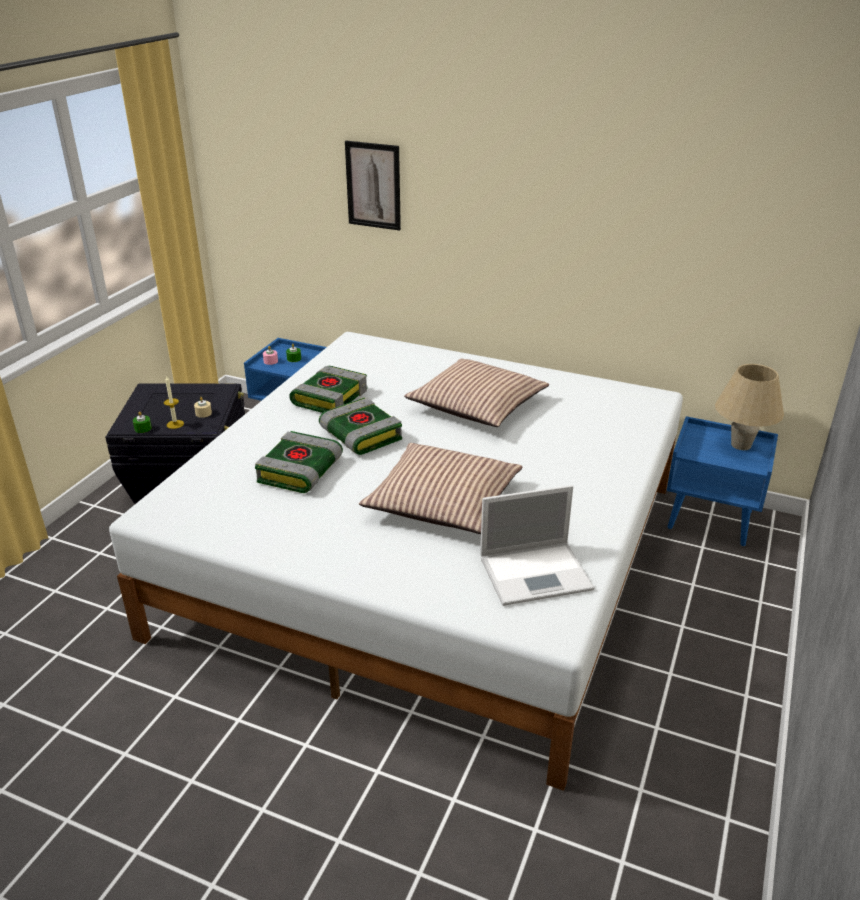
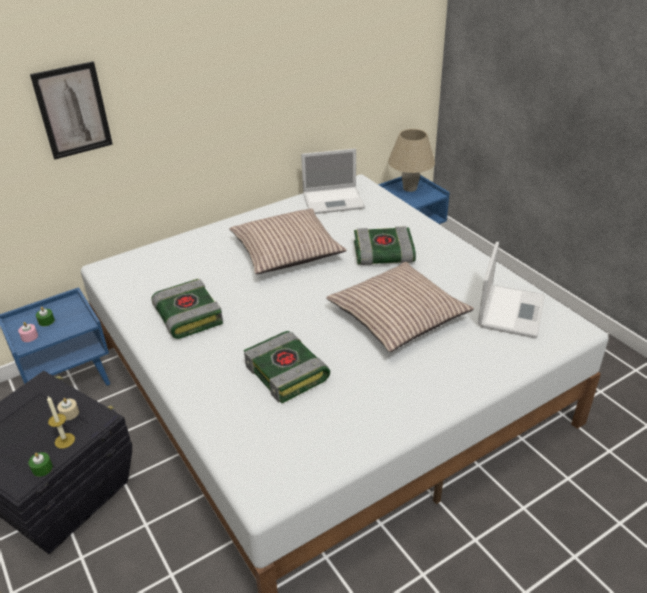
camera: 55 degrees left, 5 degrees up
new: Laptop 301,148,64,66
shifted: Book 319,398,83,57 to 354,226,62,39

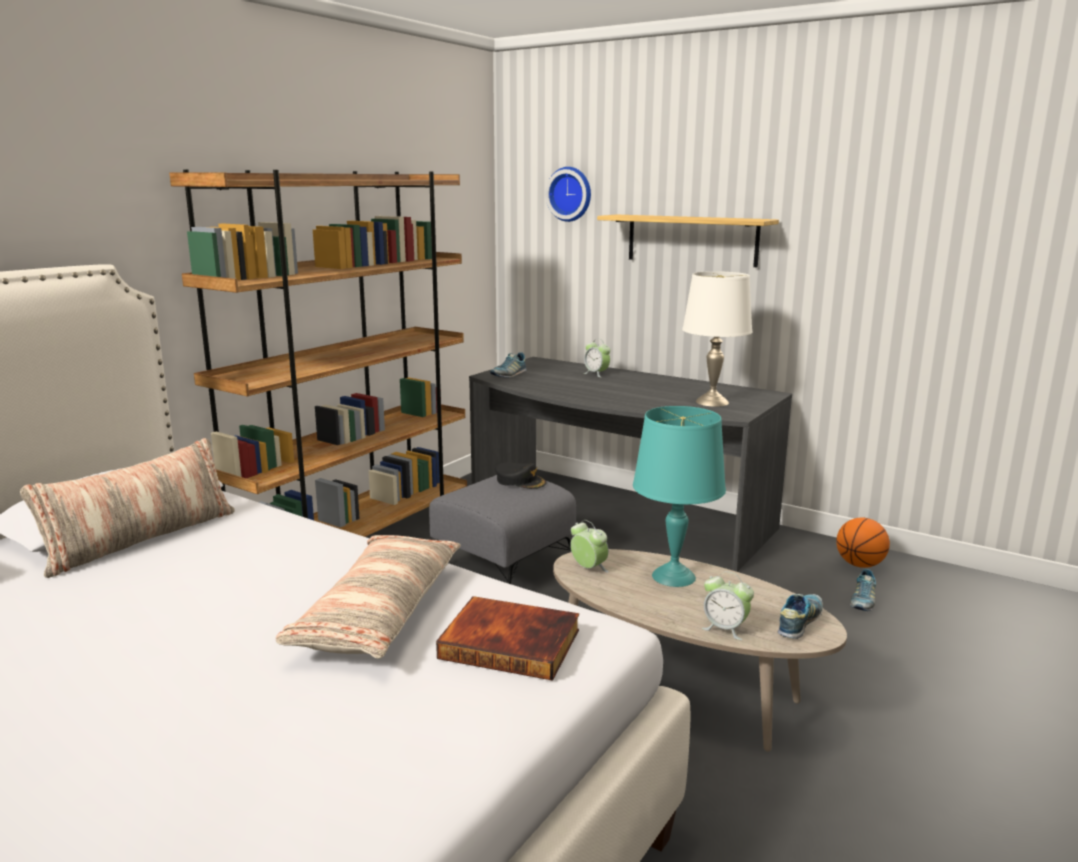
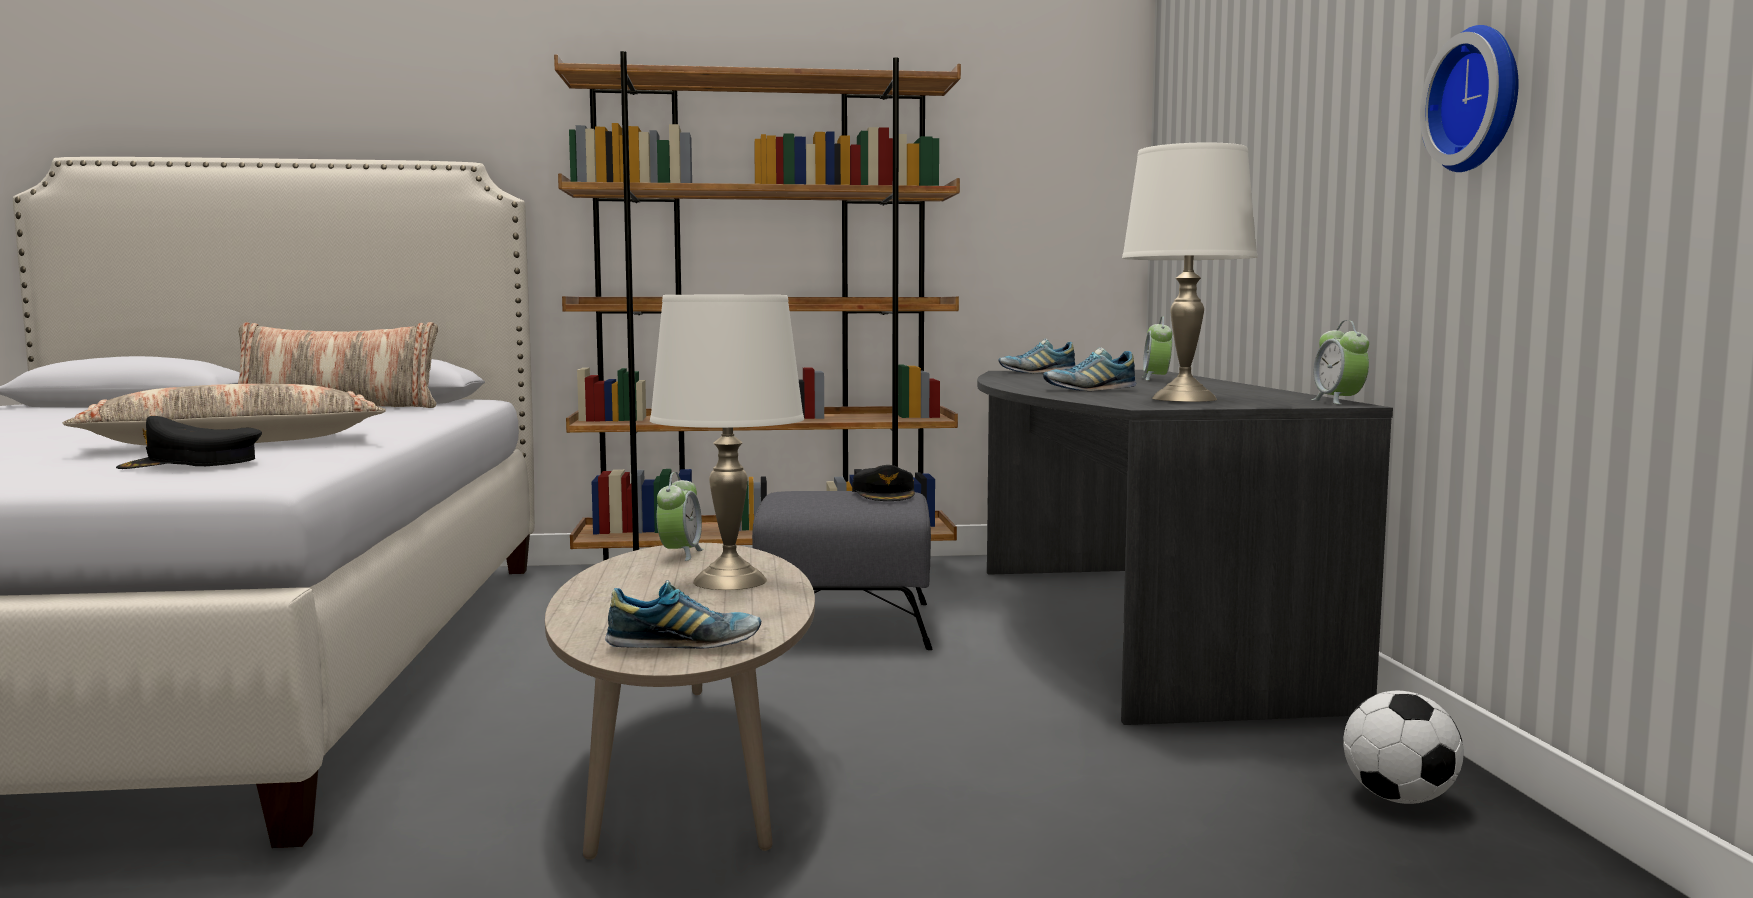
camera: 50 degrees right, 10 degrees down
gone: BracketShelf 597,215,182,52
shifted: HangingClock 545,167,46,55 to 1420,25,99,147; BedsideClock 702,571,52,69 to 1311,320,58,85; ItemOfFootwear 850,569,26,42 to 1043,347,93,44
swapped: Book 436,596,143,85 to BlackColouredPeakedCap 116,416,146,53; Basketball 836,518,54,50 to Football 1343,690,121,114
repainted: TurquoiseTabletopLamp 633,406,93,181 to WhiteTabletopLamp 650,295,154,295

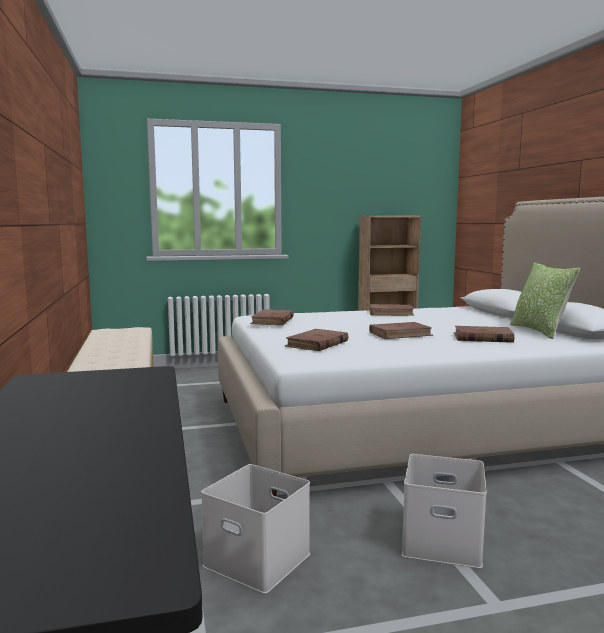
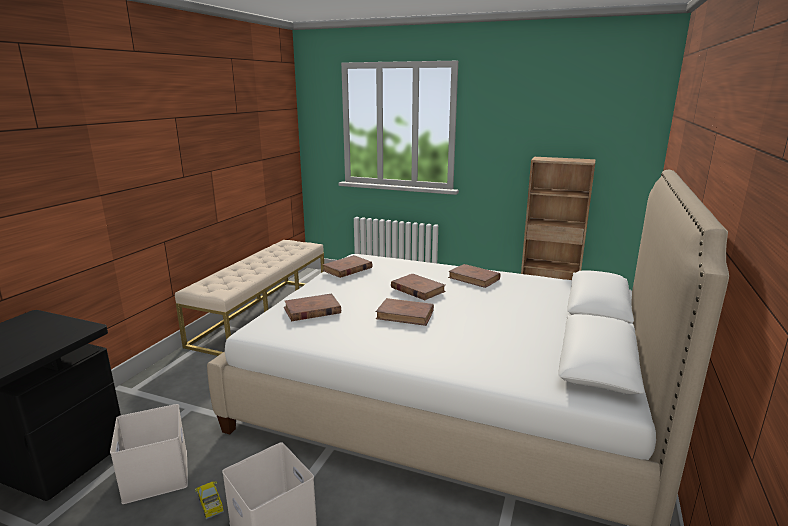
camera: 35 degrees right, 10 degrees up
gone: ThrowPillow 510,263,70,76
new: ToyLorry 195,481,29,38
shifted: BrownColouredBook 453,326,61,17 to 391,274,55,26

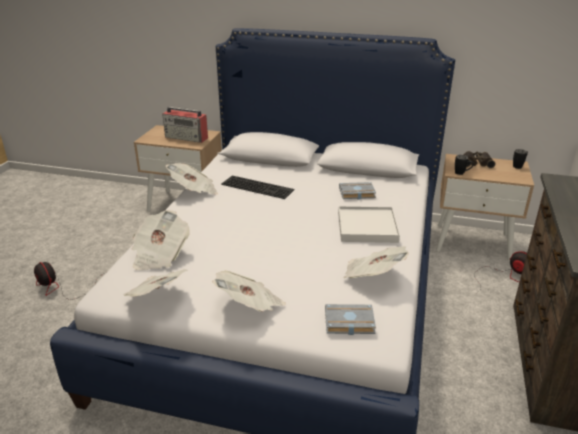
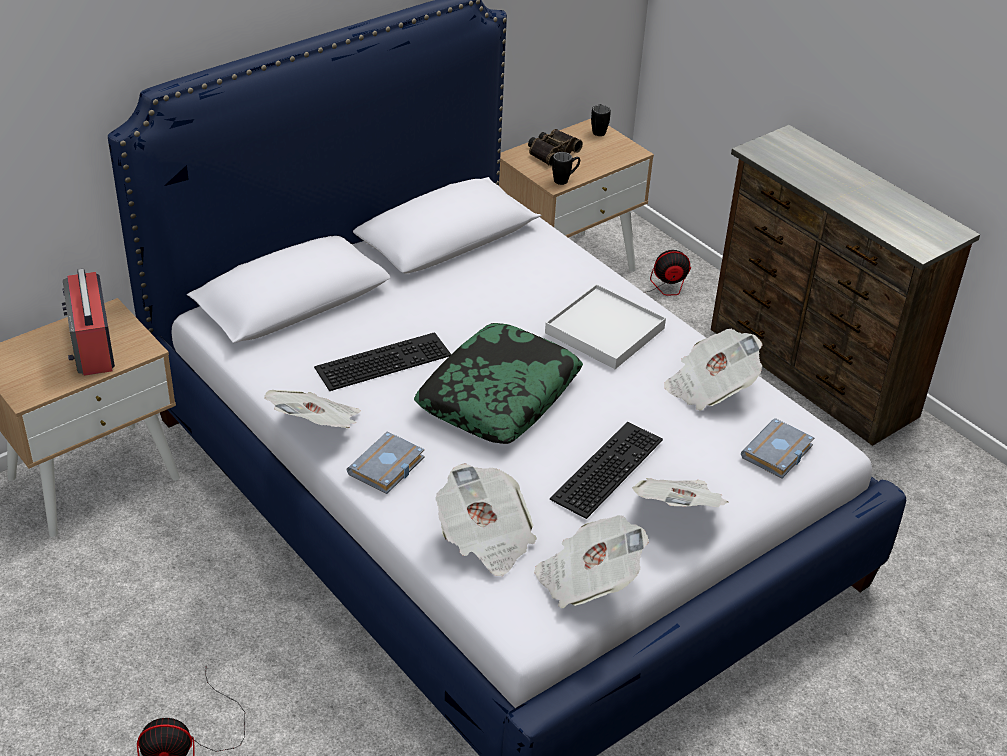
camera: 55 degrees left, 10 degrees up
new: ThrowPillow 414,323,169,121; PcKeyboard 550,422,113,97
shifted: GreyBook 339,182,37,17 to 347,431,78,63
rotated: Radio 162,107,46,36 = 62,269,53,107 105 degrees clockwise

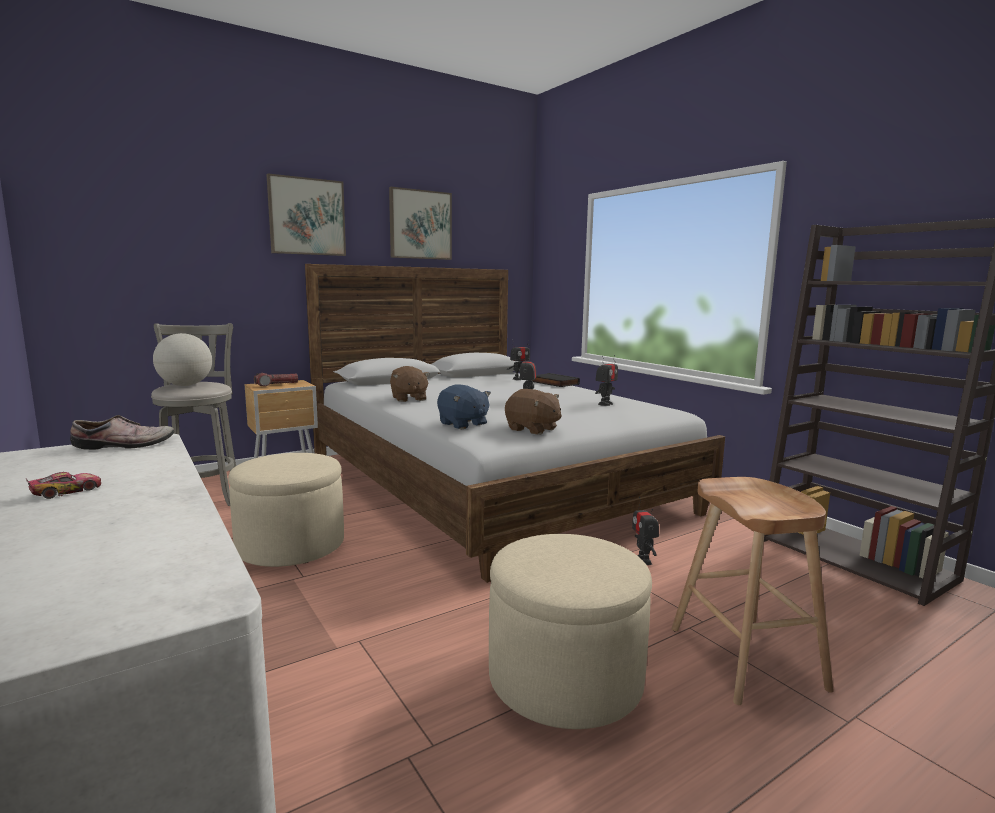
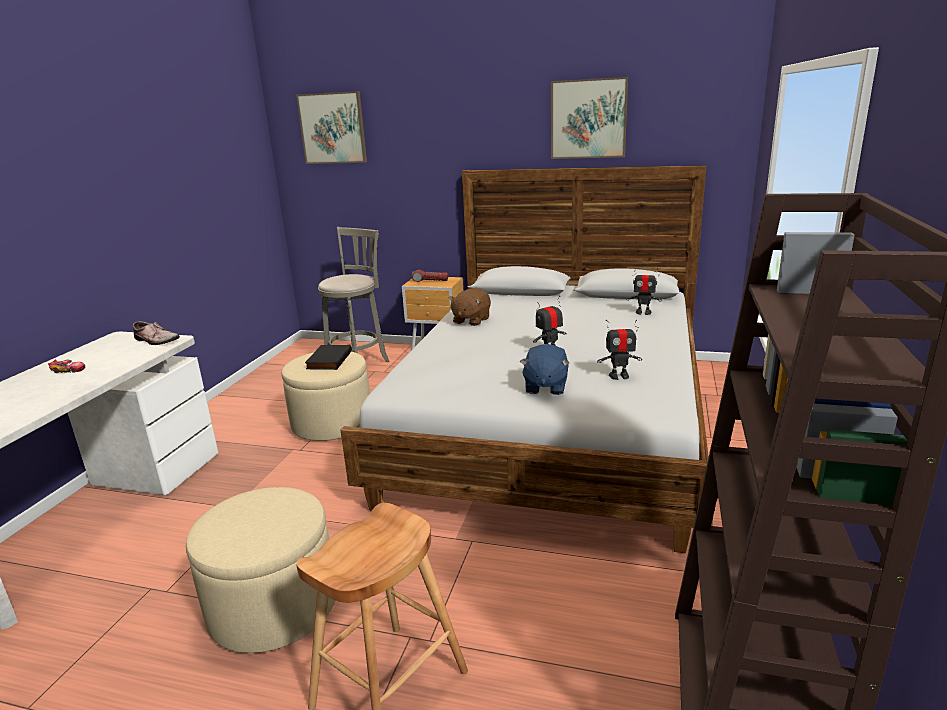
camera: 50 degrees right, 10 degrees up
gone: WorldGlobe 153,333,59,53; BrownColouredPlushToy 505,389,57,46; RobotFigure 632,497,27,68
shifted: WallArt 266,174,80,82 to 296,91,71,73; BlueColouredPlushToy 437,384,54,45 to 520,344,49,51; BlackColouredBook 532,373,48,14 to 305,345,47,25

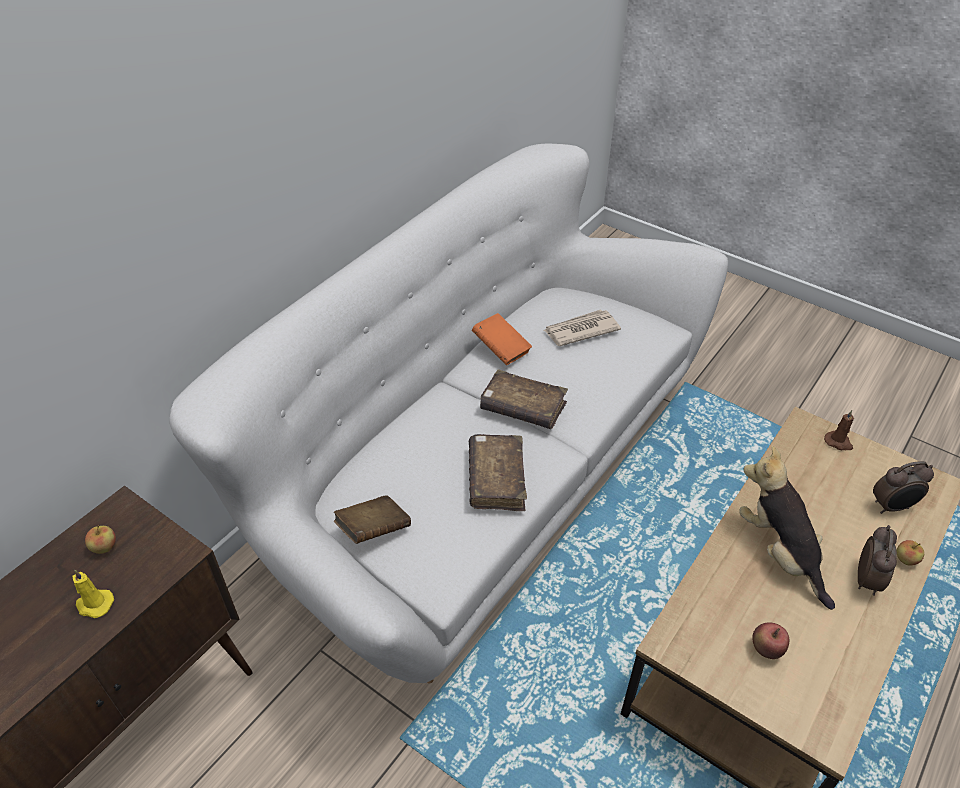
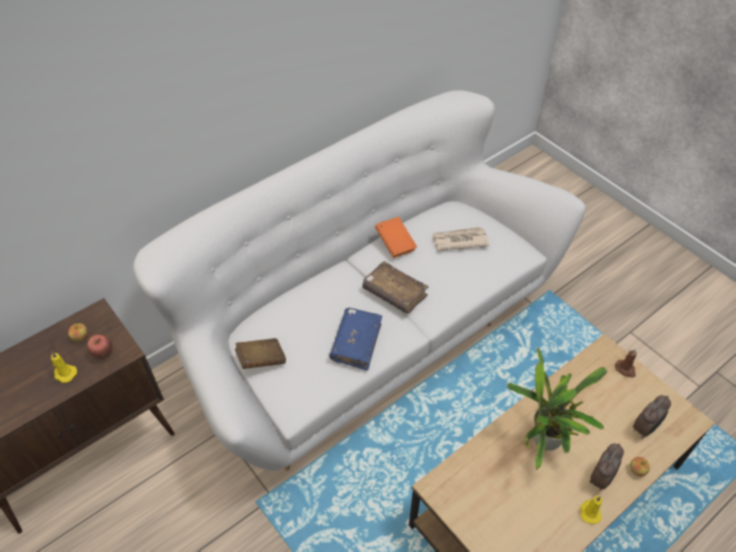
camera: 15 degrees right, 5 degrees up
new: YellowishWaxCandle 580,495,22,29
shifted: WholeApple 752,622,37,37 to 87,334,25,25
swapped: PlushToy 739,446,96,164 to PottedPlant 507,348,100,122
repainted: BrownColouredBook 469,434,58,77 to BlueColouredBook 329,308,53,63
rotated: BedsideClock 873,461,61,53 = 633,395,38,44 45 degrees counterclockwise

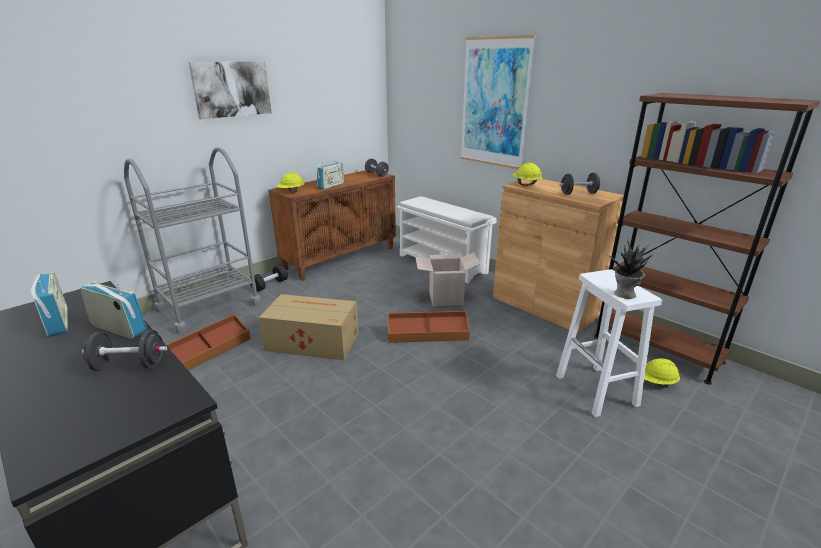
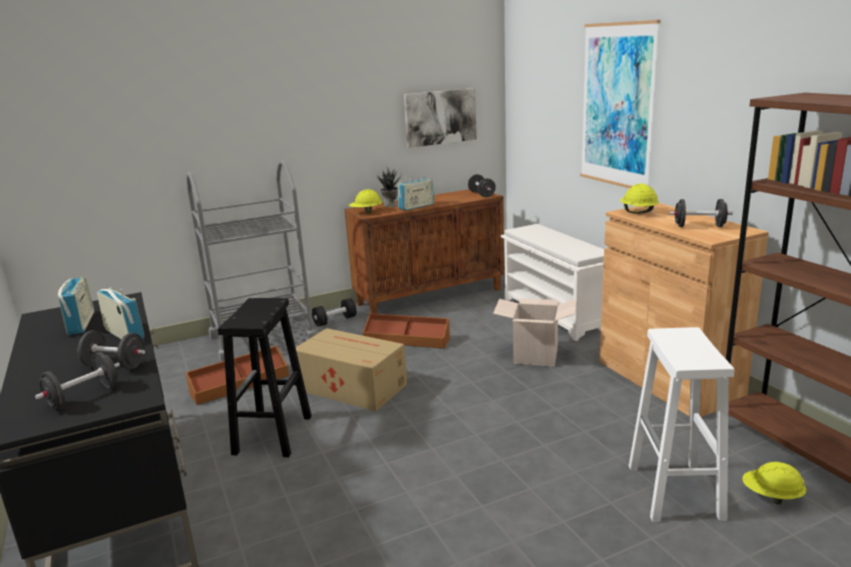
camera: 20 degrees right, 5 degrees down
new: BlackColouredHandWeight 35,352,85,58; BlackColouredStool 218,298,94,159
shifted: WallArt 189,61,82,58 to 404,88,73,60; BrownColouredStorageBin 388,311,82,32 to 363,313,87,36; PottedPlant 607,241,46,58 to 377,166,25,41

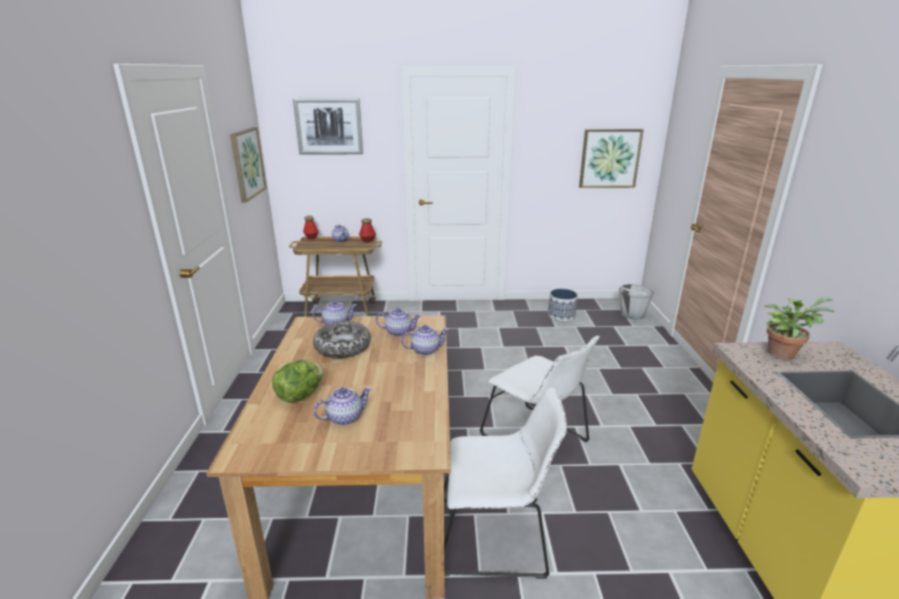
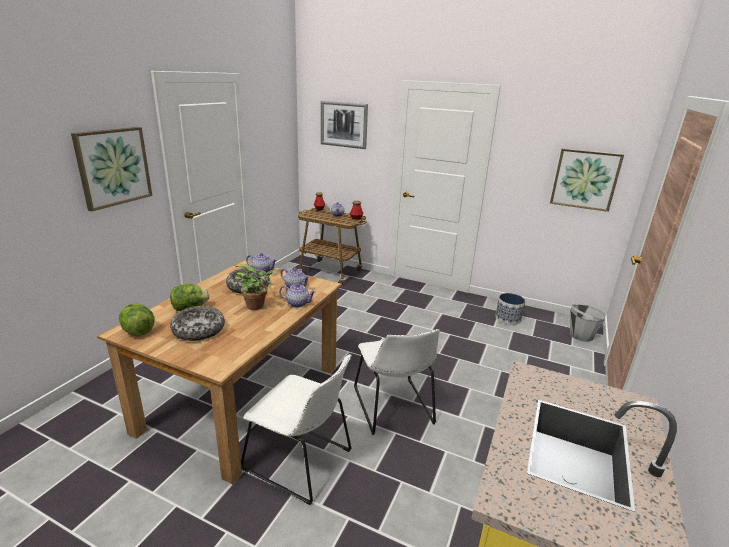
camera: 25 degrees right, 0 degrees up
new: HeadOfLettuce 119,304,36,32
shifted: WallArt 230,127,36,75 to 71,127,81,84; PottedPlant 765,297,70,63 to 235,264,41,46
swapped: PotForTea 314,387,58,38 to Bowl 170,306,55,35

